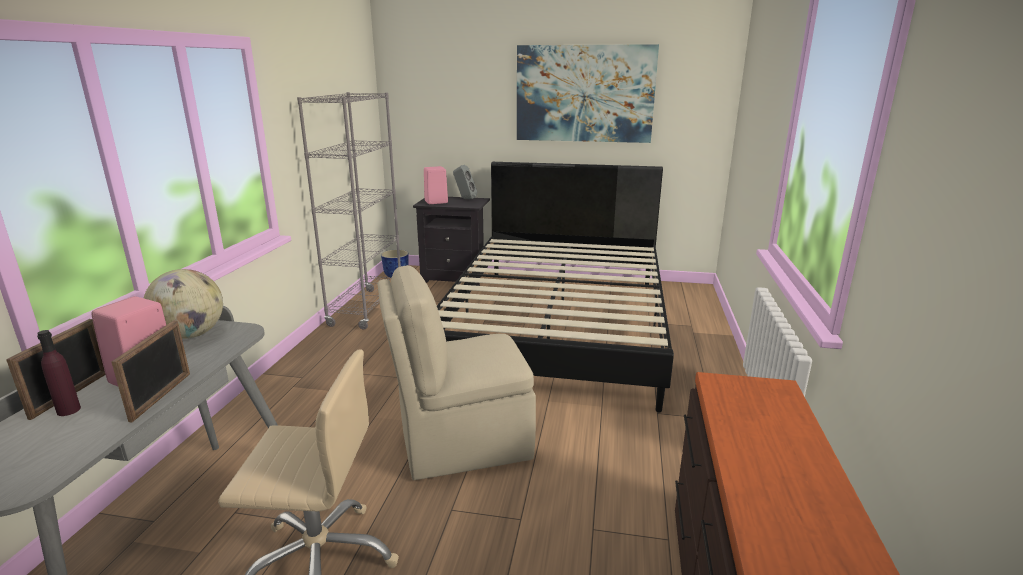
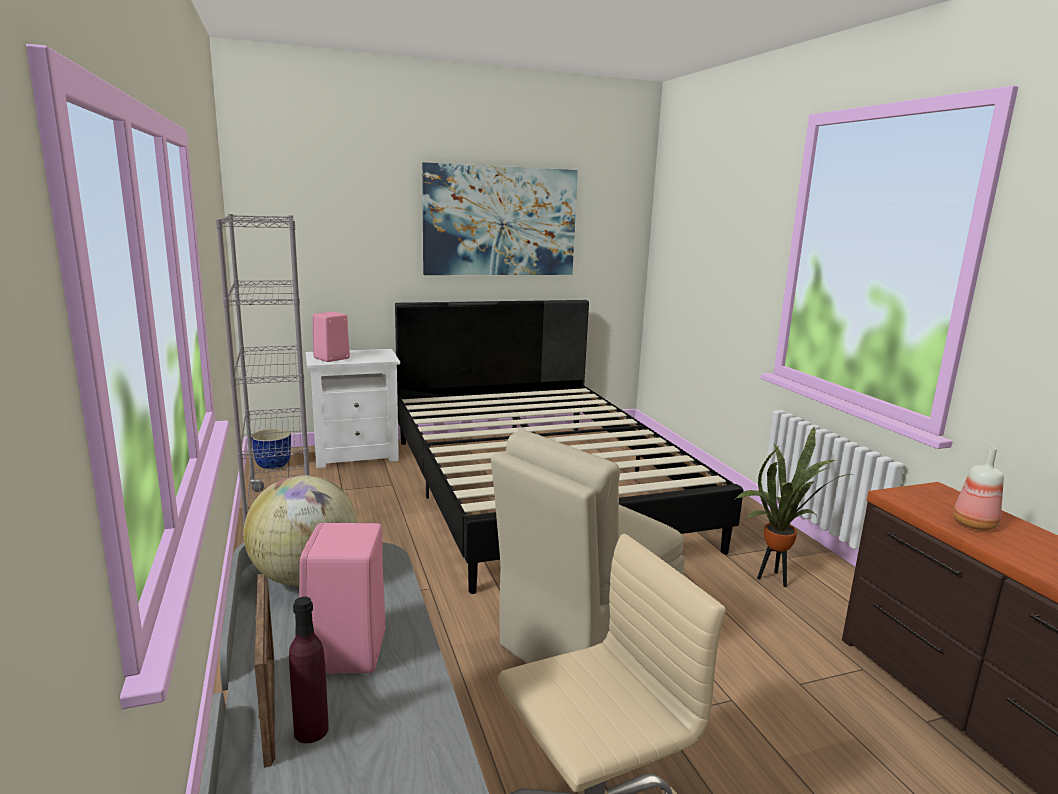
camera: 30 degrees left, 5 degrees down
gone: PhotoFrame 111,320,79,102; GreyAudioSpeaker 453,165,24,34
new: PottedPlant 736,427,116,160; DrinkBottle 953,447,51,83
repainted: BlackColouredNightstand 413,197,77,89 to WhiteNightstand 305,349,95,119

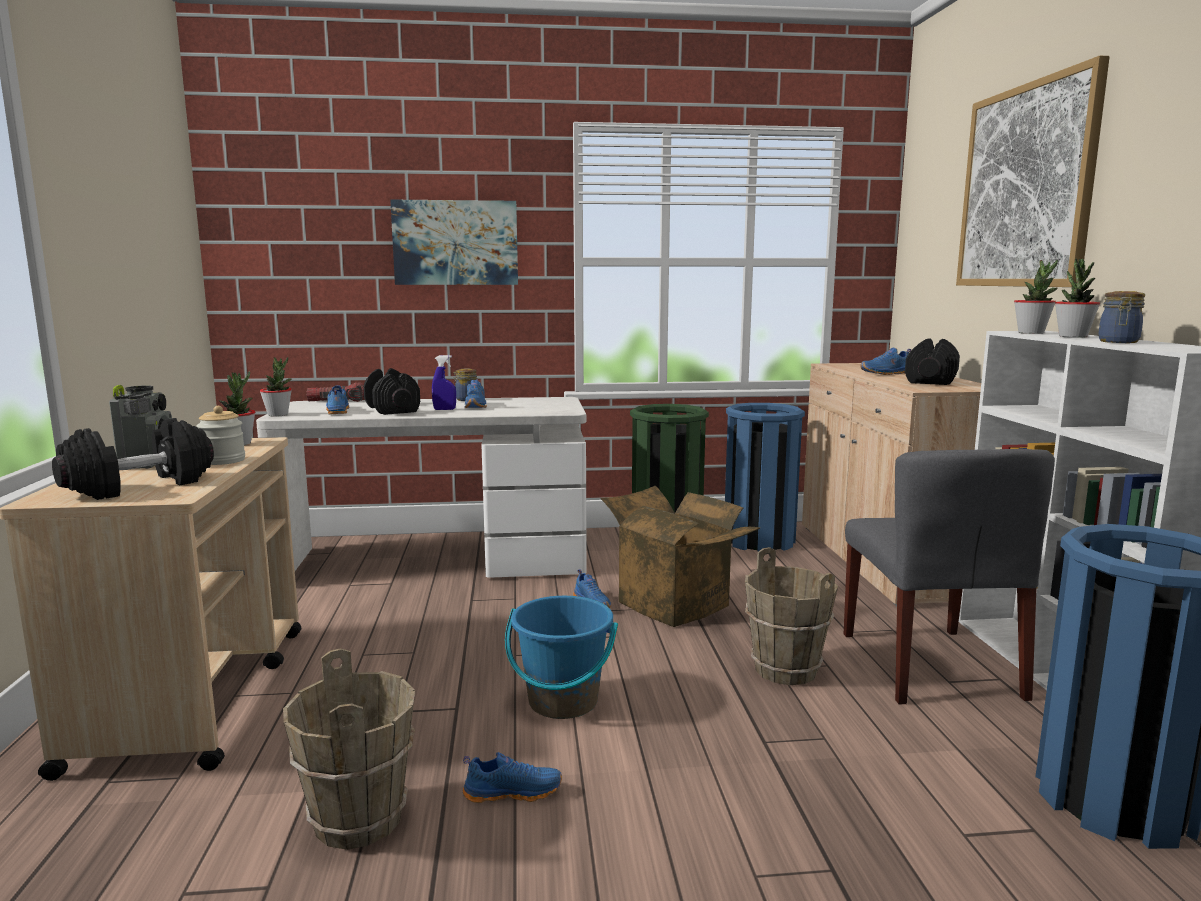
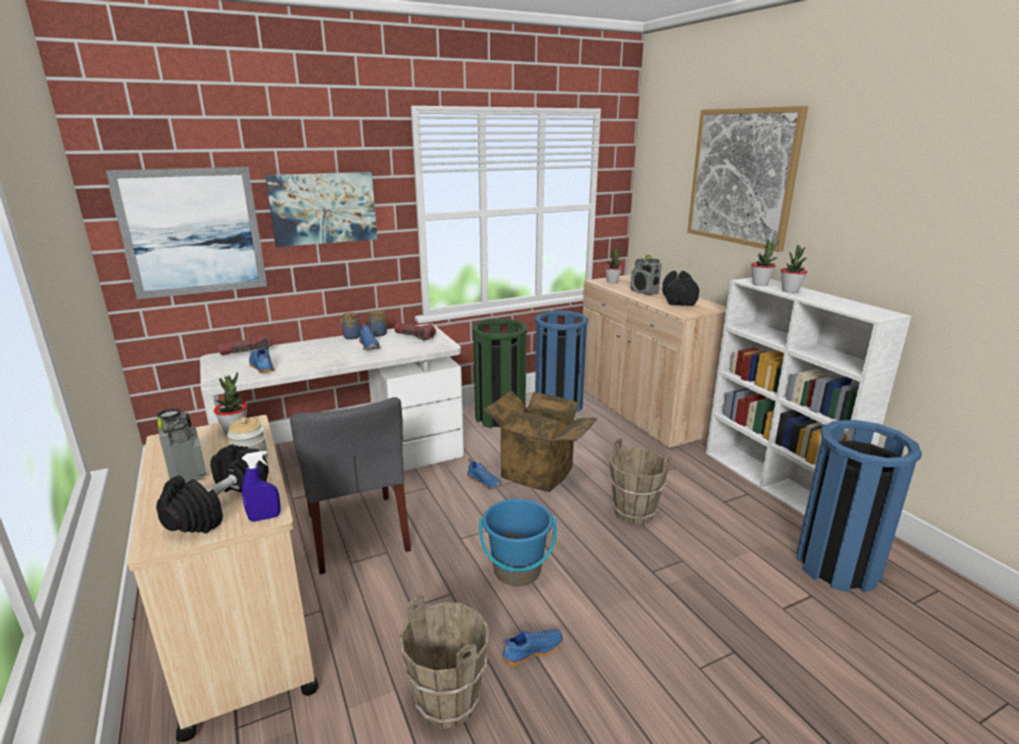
camera: 20 degrees left, 10 degrees up
gone: BlackColouredHandWeight 363,368,57,47
new: WallArt 106,167,161,133; Torch 394,323,42,18
shifted: PottedPlant 260,357,32,60 to 605,248,17,35; BlueColouredSprayBottle 432,355,24,55 to 242,451,39,71; GreyPlainChair 844,449,211,255 to 290,397,121,177; PreserveJar 1098,291,47,52 to 368,310,19,27
swapped: BlueColouredItemOfFootwear 860,348,51,27 to Radio 630,255,32,40

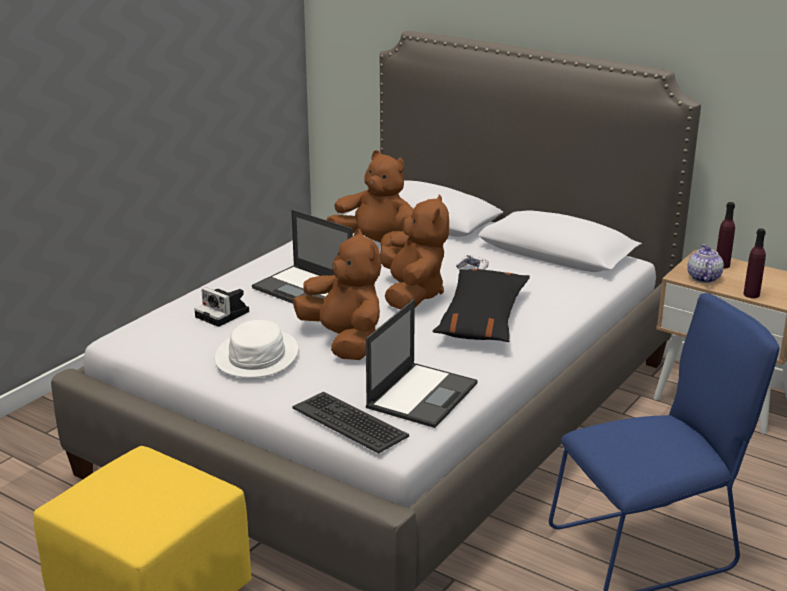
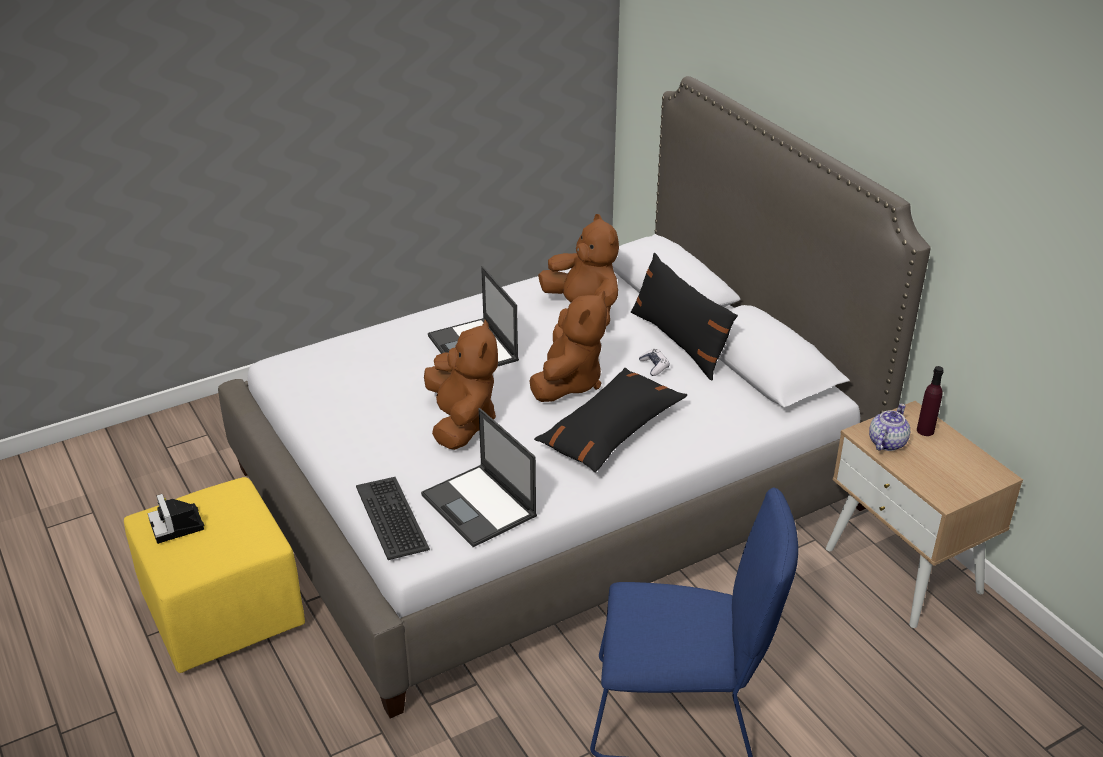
camera: 25 degrees right, 10 degrees up
gone: WhiteClothingHat 215,320,83,58; PurpleDrinkBottle 743,228,23,70
new: BlackColouredThrowPillow 631,253,107,127
shifted: StillCamera 194,287,55,40 to 148,494,57,50
rotated: Laptop 366,299,112,129 = 421,408,116,139 90 degrees clockwise

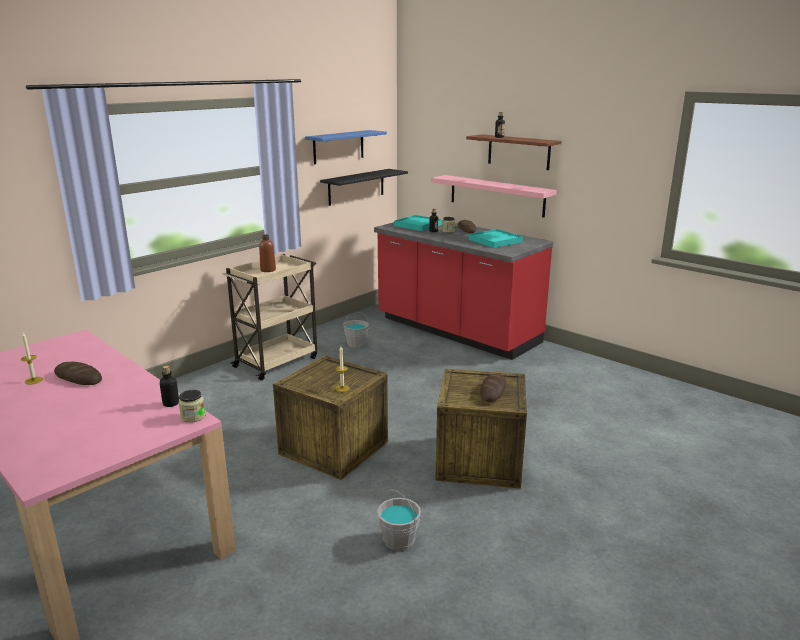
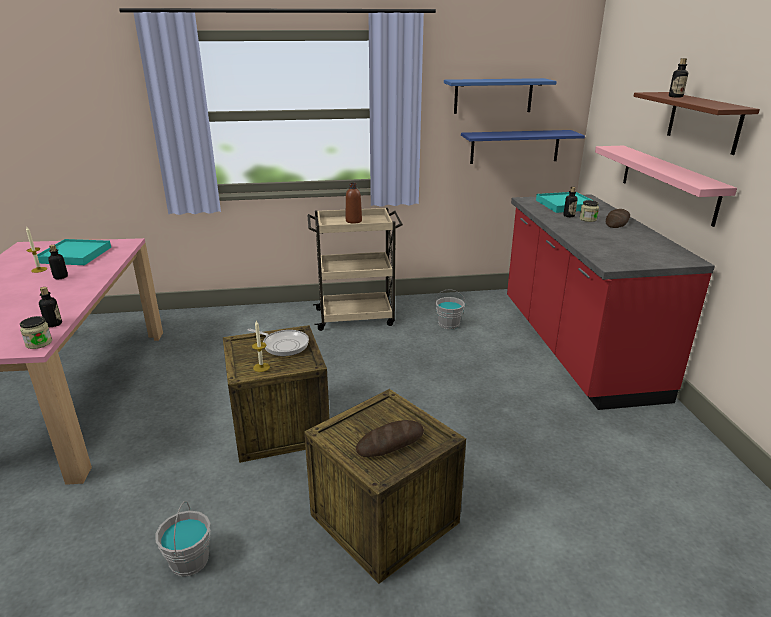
camera: 40 degrees right, 5 degrees up
new: FryingPan 248,329,61,27
shifted: TurquoiseTray 468,229,55,19 to 37,239,74,26
swapped: BakedBread 54,362,48,23 to DrinkBottle 48,245,20,34
repainted: BlackColouredBracketShelf 320,169,88,37 to BlueColouredBracketShelf 461,130,124,34

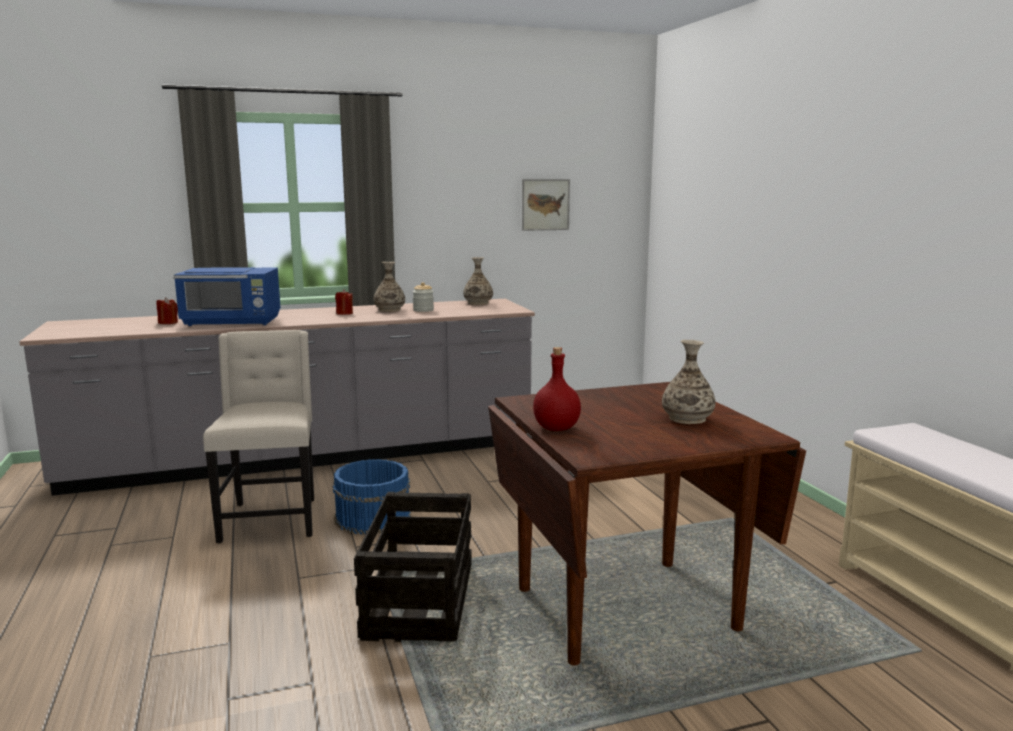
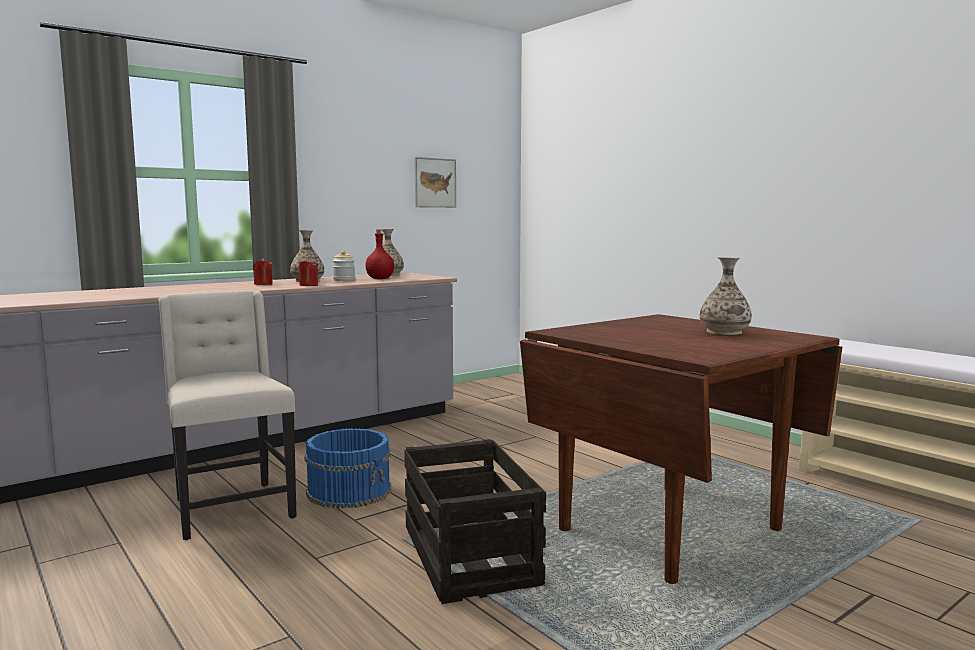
camera: 20 degrees left, 5 degrees down
gone: BlueColouredKitchenMicrowave 174,267,107,59
shifted: RedWaxCandle 157,297,21,27 to 299,259,19,27; RedDrinkBottle 533,347,48,84 to 365,230,29,49

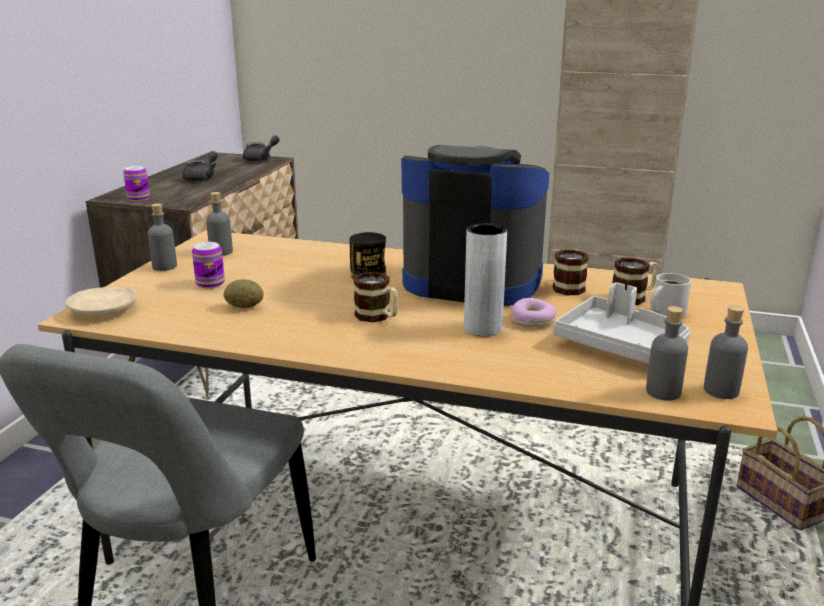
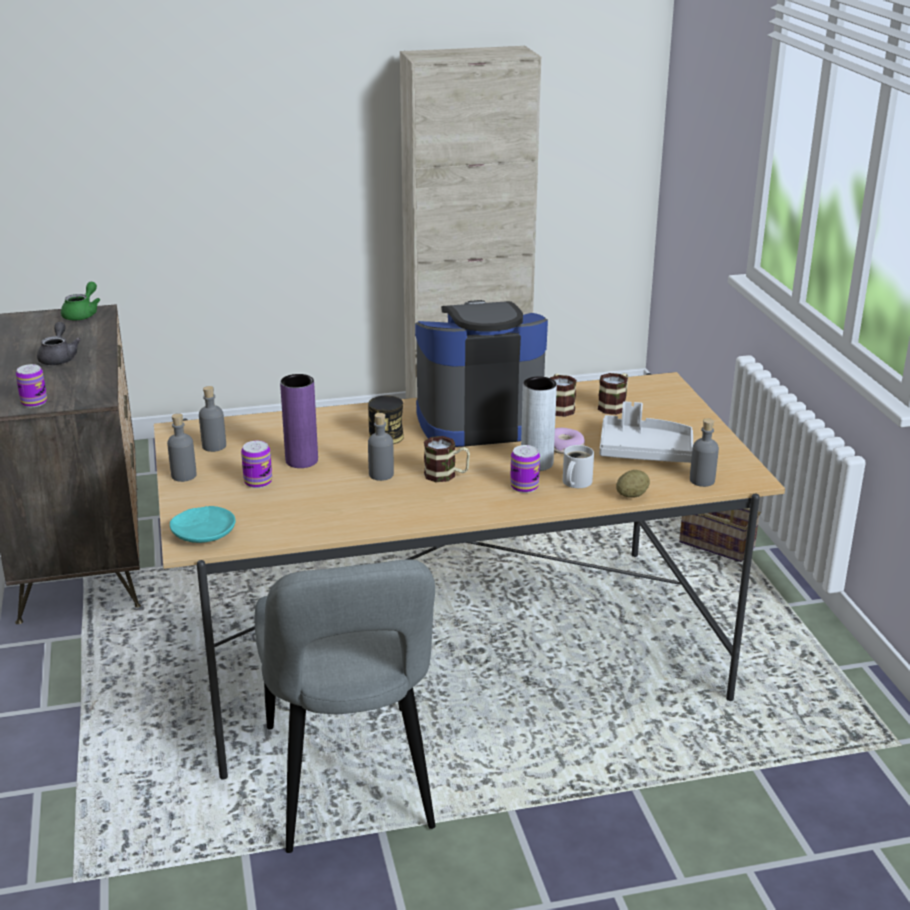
camera: 30 degrees left, 5 degrees up
new: PurpleFlowerVase 280,374,38,94; Can 510,445,30,48
shifted: Spud 224,279,40,29 to 616,470,34,28; WhiteTeaMug 650,273,41,46 to 563,445,31,43; GreyDrinkBottle 704,305,44,94 to 368,413,26,68
repainted: SandColouredDinnerPlate 66,286,71,31 to TurquoiseDinnerPlate 170,506,66,37; GreyPotForTea 243,135,37,27 to GreenColouredPotForTea 61,282,39,38

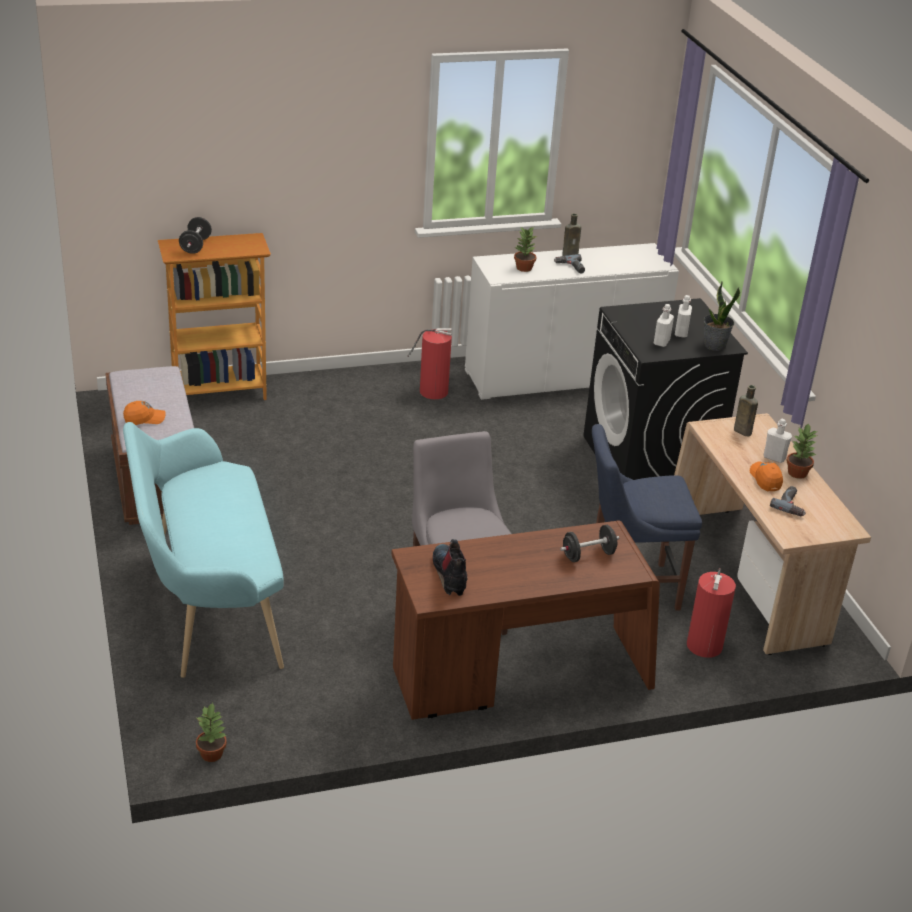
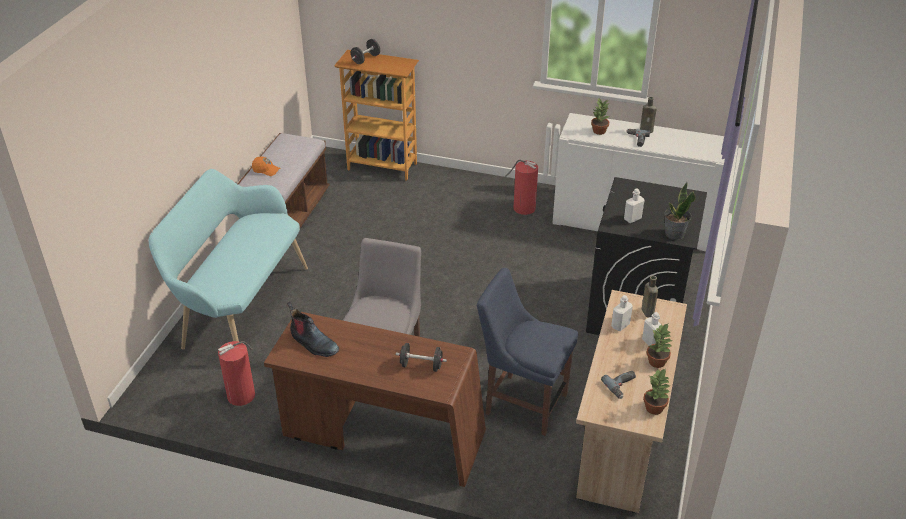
camera: 35 degrees right, 5 degrees up
gone: OrangeColouredPeakedCap 750,461,33,30
shifted: PottedPlant 196,703,31,59 to 643,368,28,47; WhiteDrinkBottle 675,295,17,43 to 611,295,22,36; FireExtinguisher 687,568,49,90 to 218,341,37,65
rotated: TallBoot 433,539,35,57 = 287,302,52,55 105 degrees clockwise

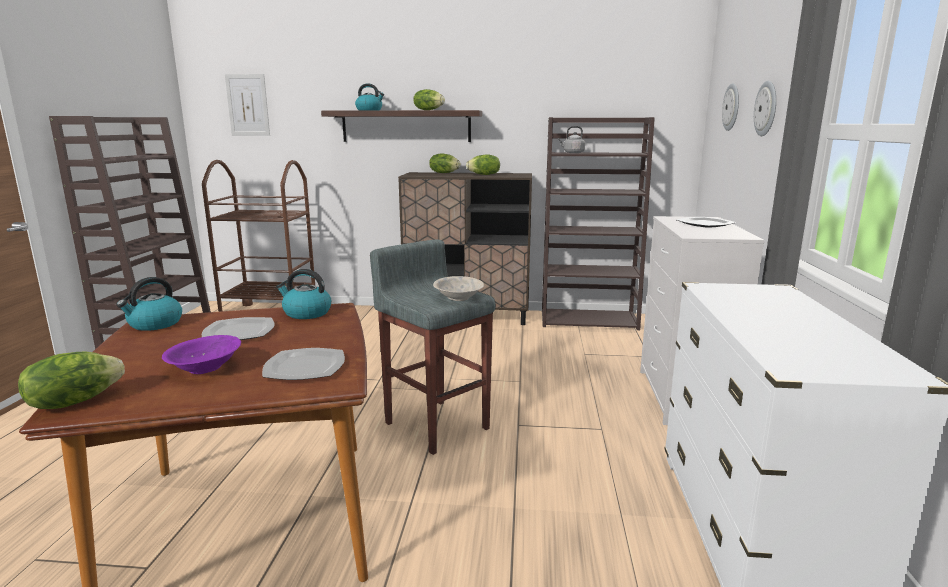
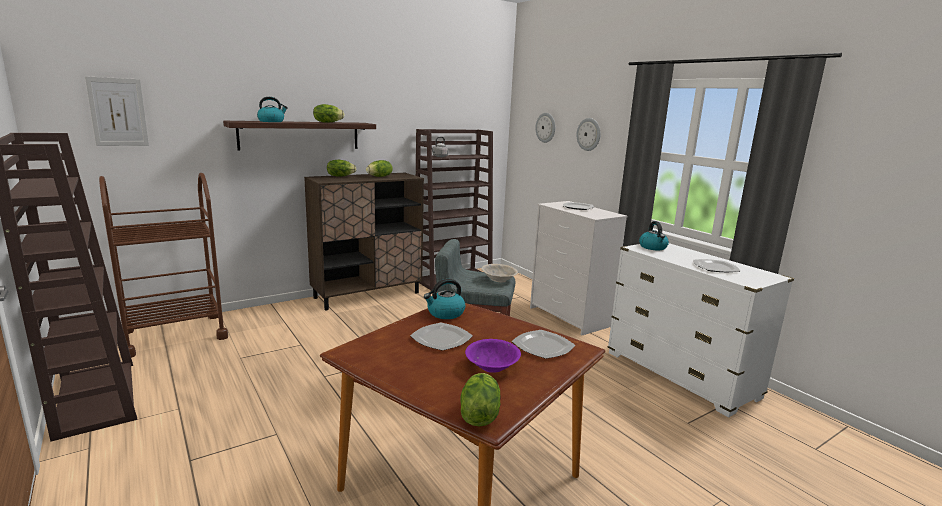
camera: 40 degrees left, 0 degrees up
new: DinnerPlate 693,259,47,13
shifted: Kettle 116,277,66,54 to 639,221,30,29

